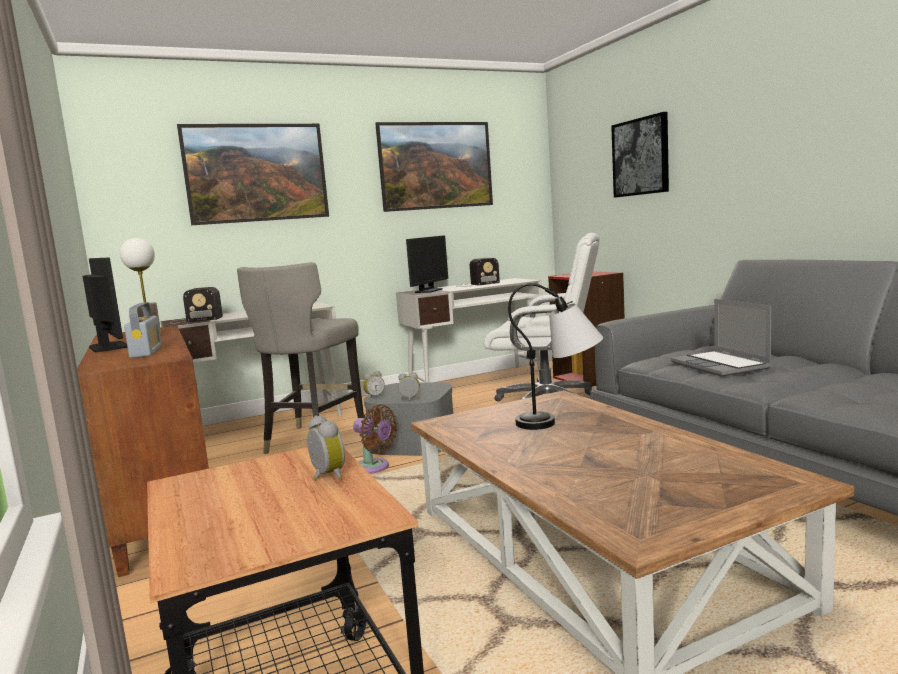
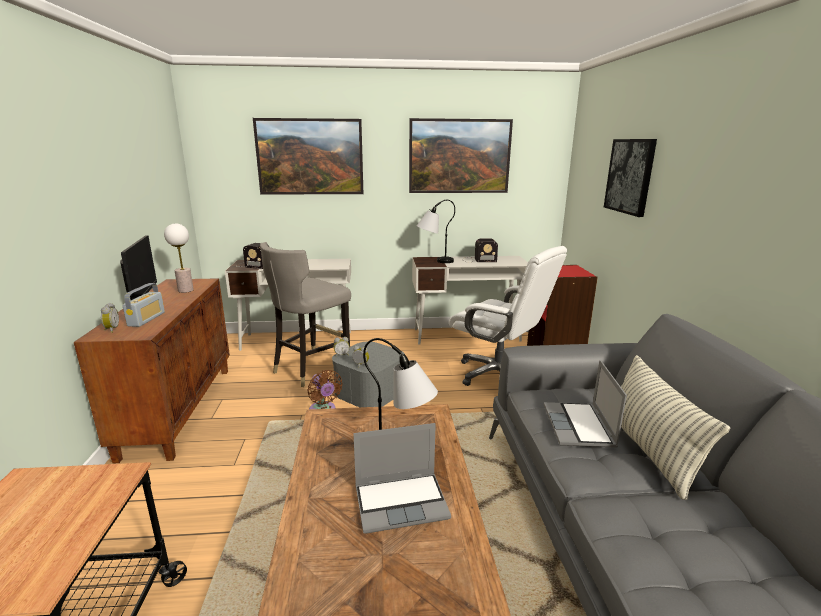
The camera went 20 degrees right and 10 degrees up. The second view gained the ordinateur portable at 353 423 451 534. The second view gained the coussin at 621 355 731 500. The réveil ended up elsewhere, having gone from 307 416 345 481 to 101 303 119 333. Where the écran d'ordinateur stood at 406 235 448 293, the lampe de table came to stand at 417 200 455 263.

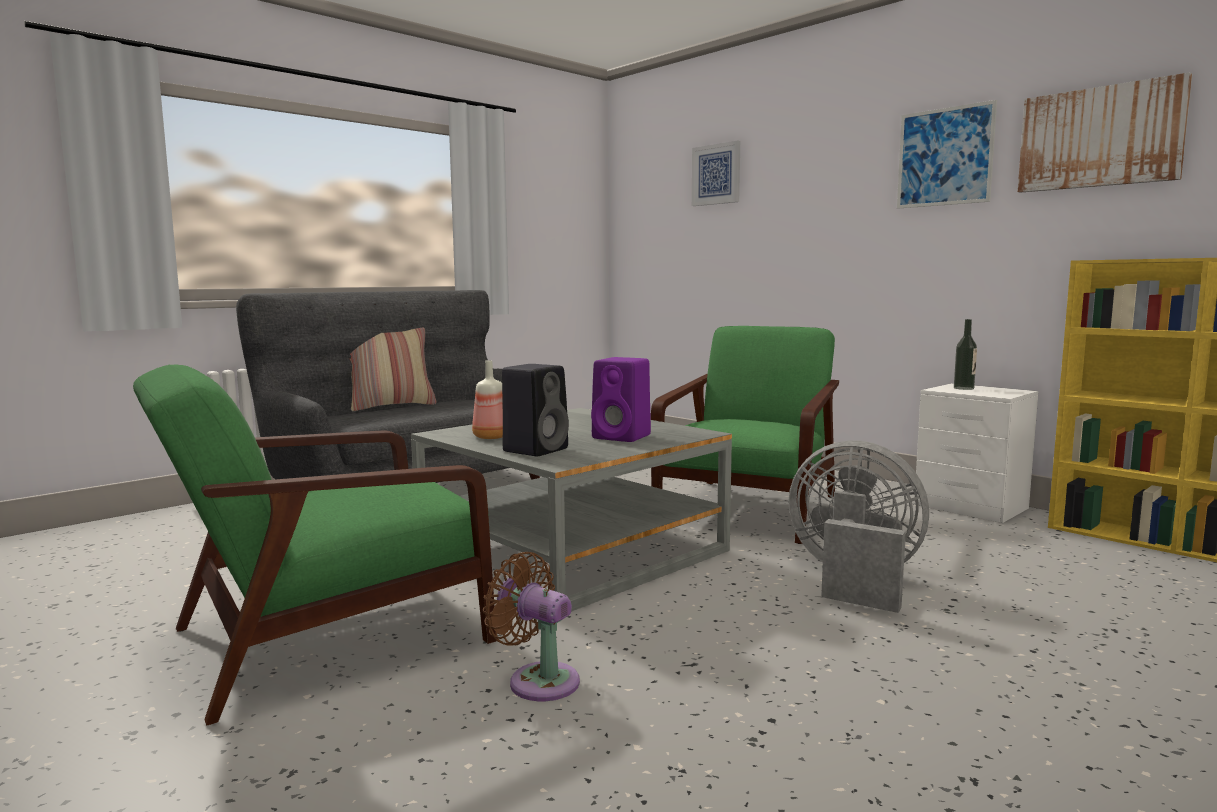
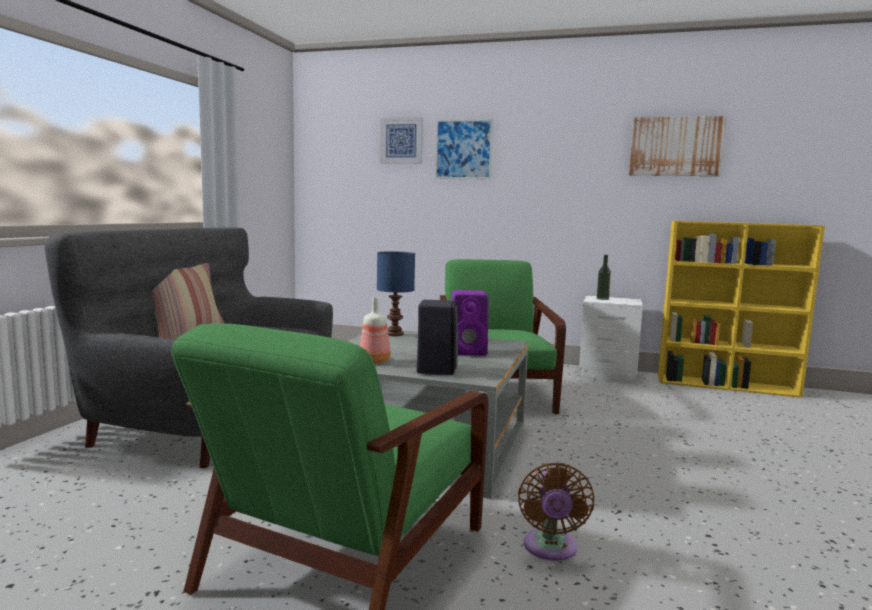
The camera went 30 degrees left and 0 degrees up. The second view lost the ventilateur (gris) at 789 441 929 613. The second view gained the lampe de table (bleu) at 377 251 415 336. The tableau ended up elsewhere, having gone from 897 100 997 209 to 435 119 493 180. The ventilateur (marron) at 483 552 580 701 ended up facing another way, 90 degrees counterclockwise from before.

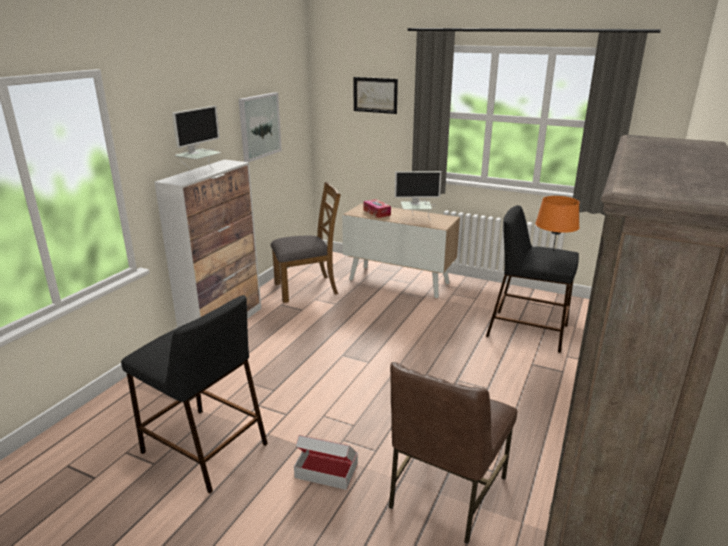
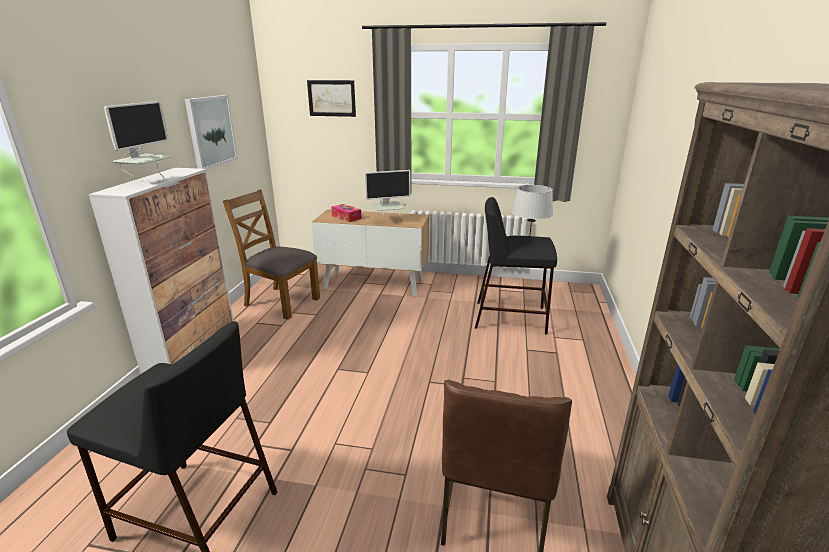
The camera went 15 degrees left and 0 degrees up. The second view lost the carton at 294 435 358 490. What was the lampe de table (orange) at 535 196 580 251 turned into the lampe de table (gris) at 512 185 553 238. The chaise (marron) at 270 182 341 303 ended up facing another way, 120 degrees counterclockwise from before.

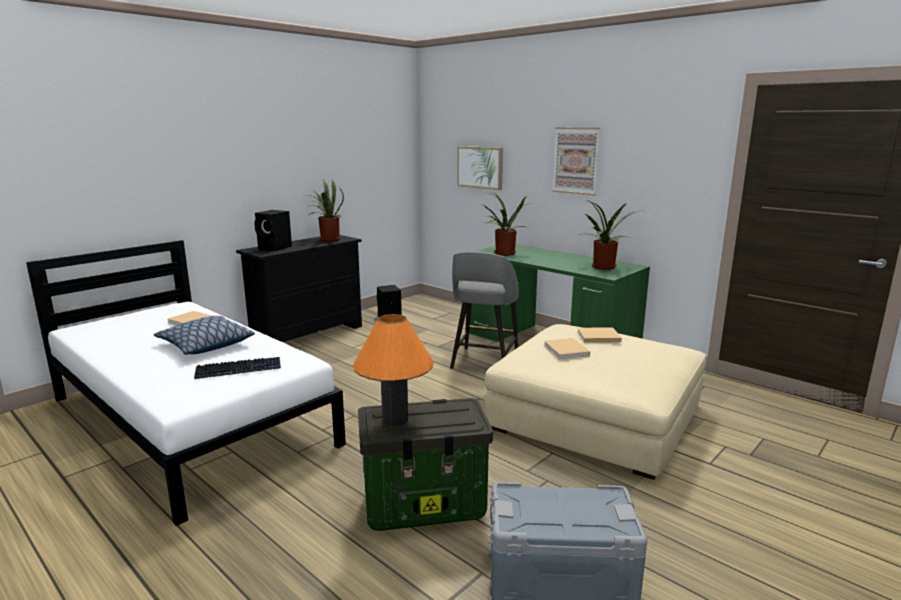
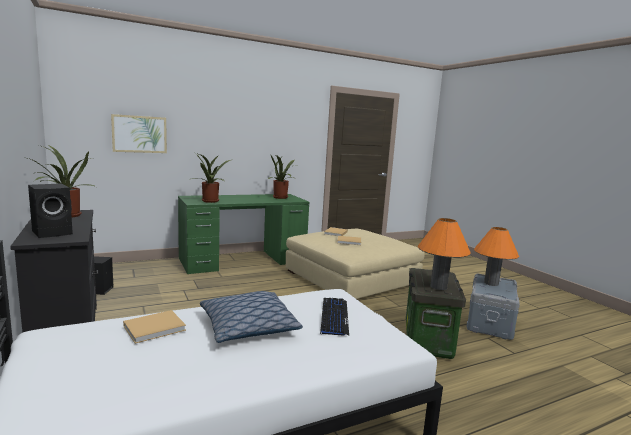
The camera went 70 degrees left and 5 degrees down. The second view lost the tabouret (gris) at 450 252 519 369. The second view lost the tableau at 552 128 600 195. The second view gained the lampe de table (orange) at 474 227 519 286.

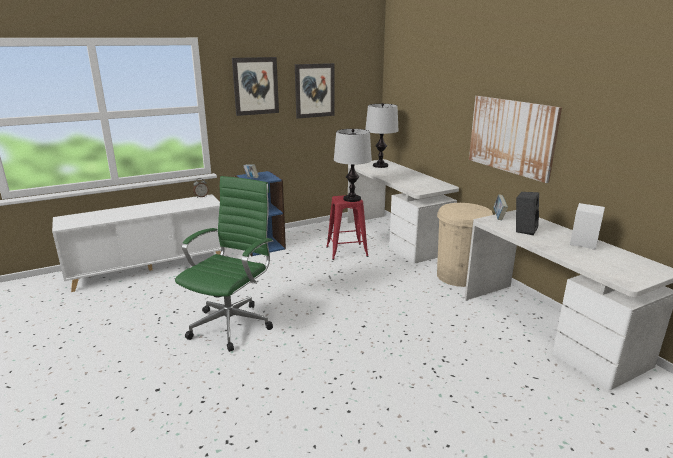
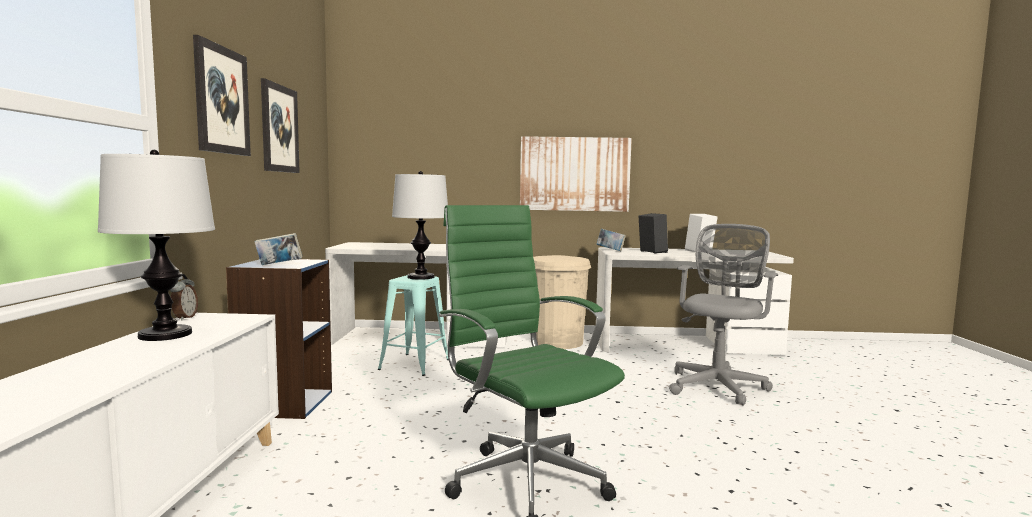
The camera went 60 degrees left and 15 degrees down. The second view gained the chaise de bureau (gris) at 669 224 778 406. The lampe de table ended up elsewhere, having gone from 365 103 399 168 to 98 150 215 341. What was the tabouret (rouge) at 326 195 369 260 turned into the tabouret (turquoise) at 378 275 448 376.

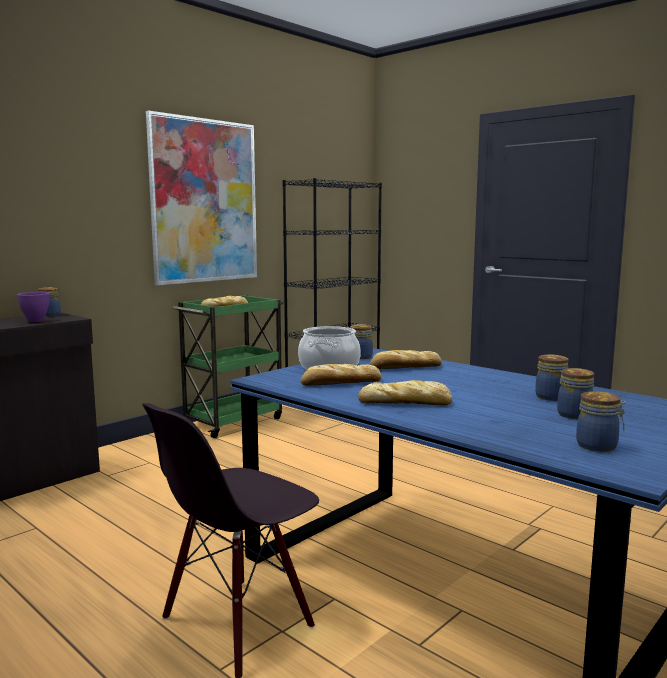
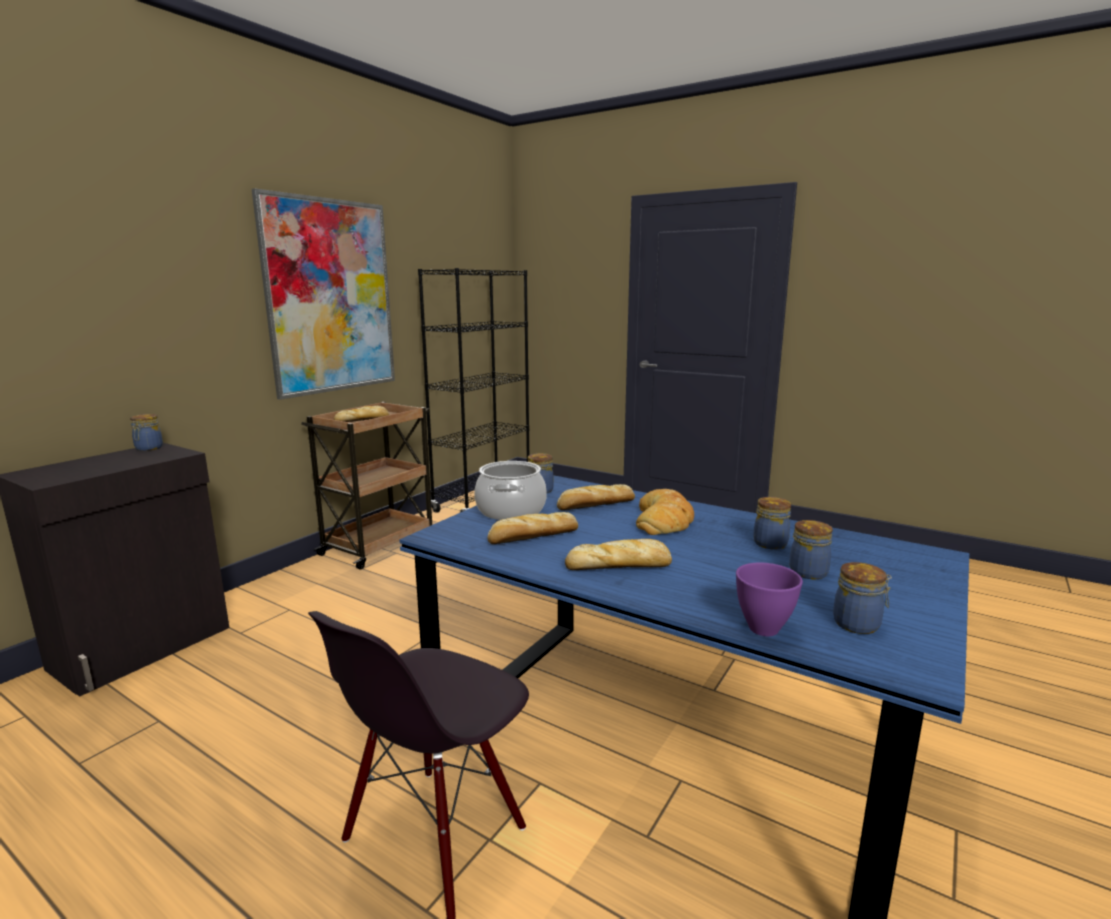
The camera went 10 degrees left and 5 degrees up. The second view gained the pain at 636 489 694 535. The bol (violet) ended up elsewhere, having gone from 17 292 50 322 to 736 563 803 636. What was the chariot (vert) at 173 295 284 438 turned into the chariot (marron) at 301 402 432 570.

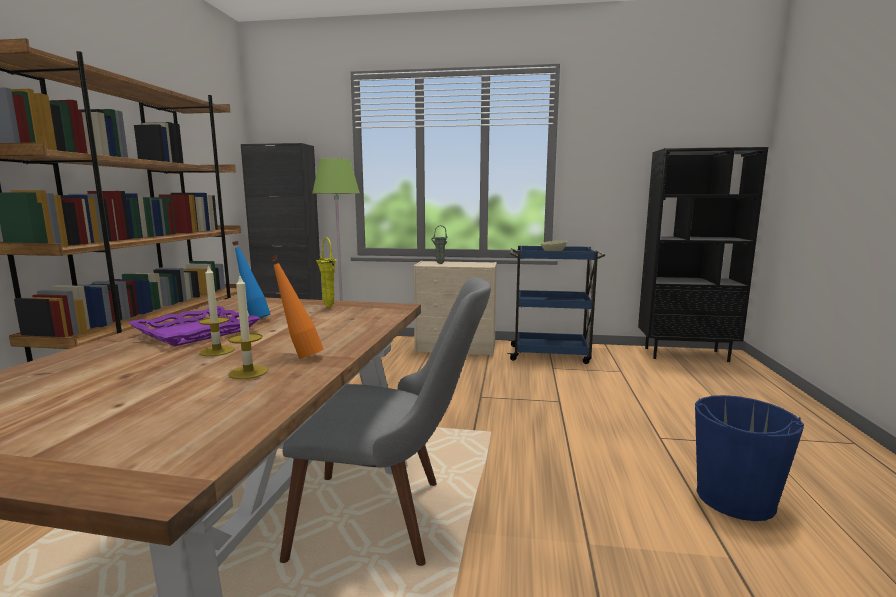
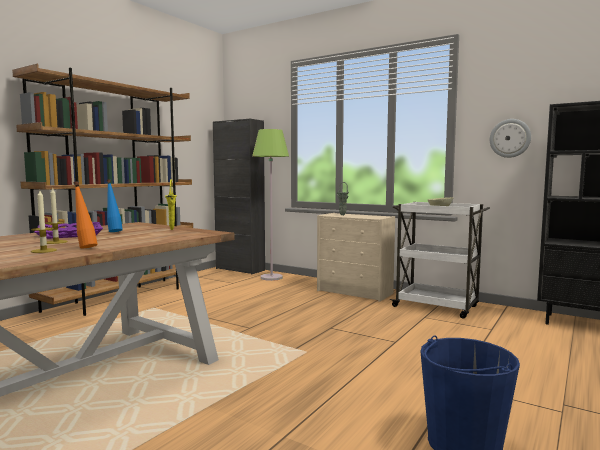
The camera went 25 degrees right and 5 degrees down. The second view lost the chaise (gris) at 280 278 491 566. The second view gained the horloge murale at 490 119 531 158. What was the chariot (bleu) at 507 246 605 364 turned into the chariot (blanc) at 390 202 490 319.

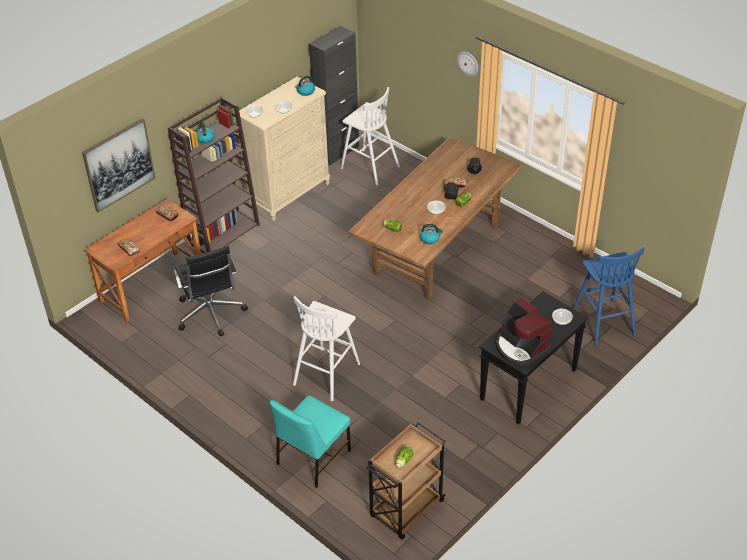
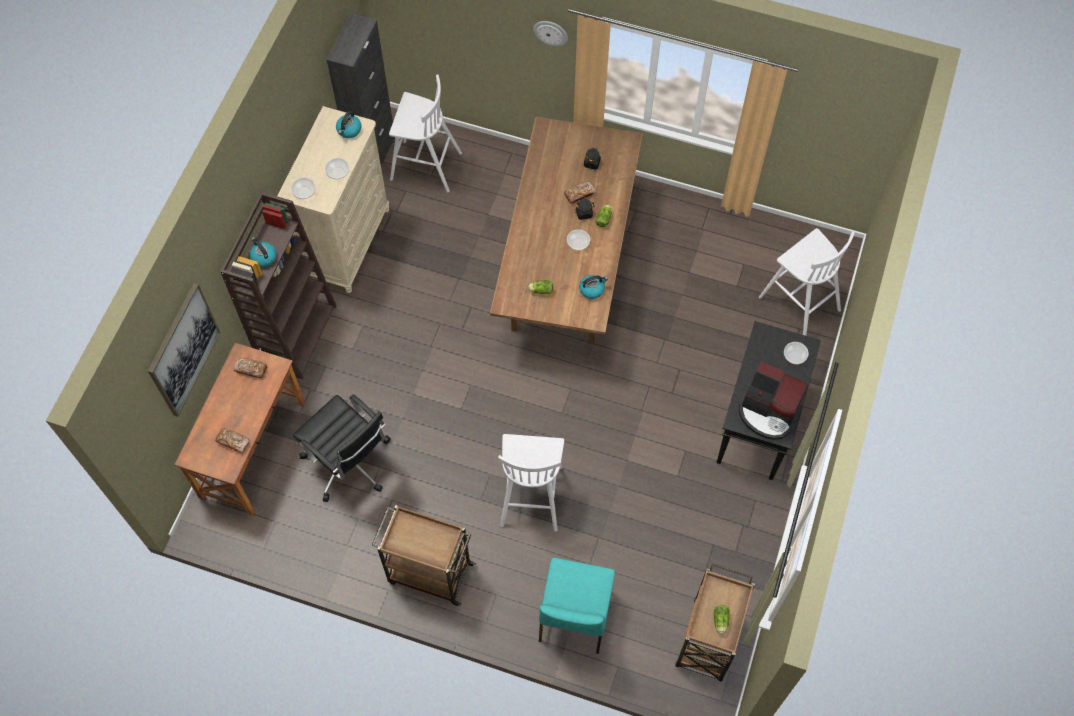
The camera went 25 degrees left and 20 degrees up. The second view gained the chariot (marron) at 372 505 476 606. What was the tabouret (bleu) at 573 247 645 346 turned into the tabouret (blanc) at 759 228 855 336.

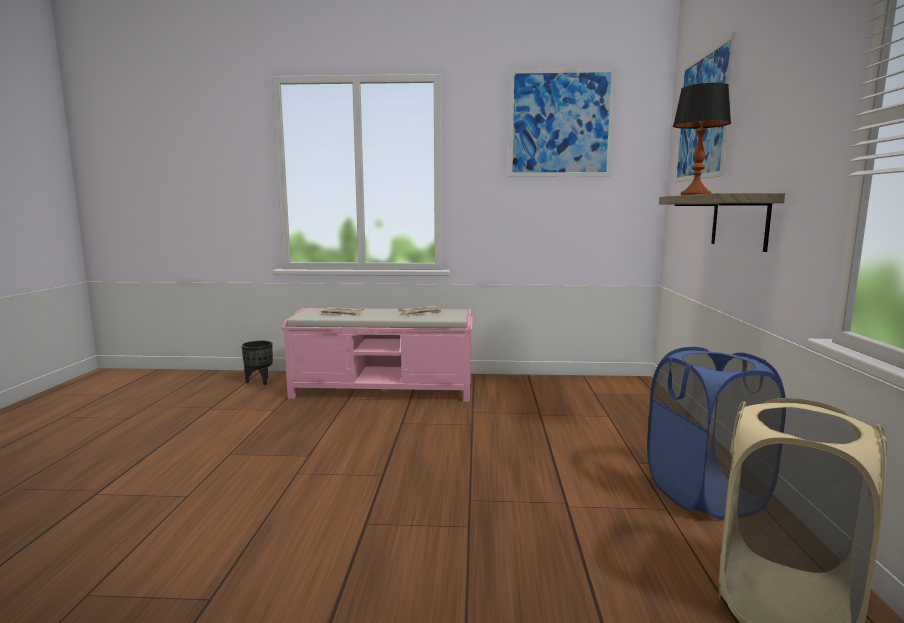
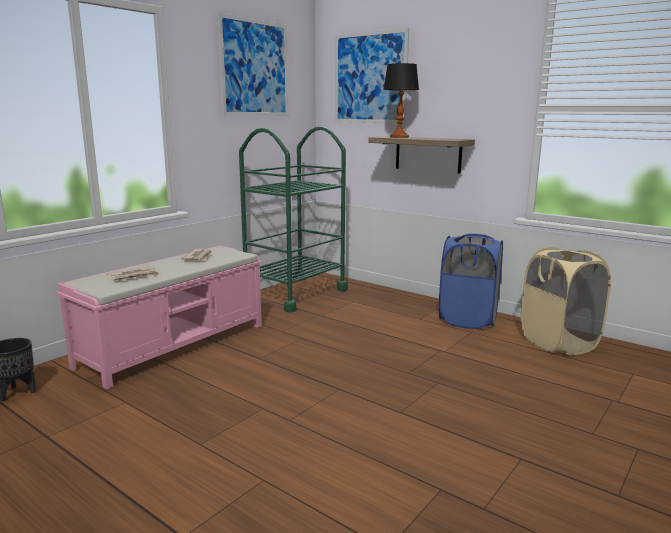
The camera went 55 degrees left and 5 degrees up. The second view gained the chariot (vert) at 239 126 348 313.

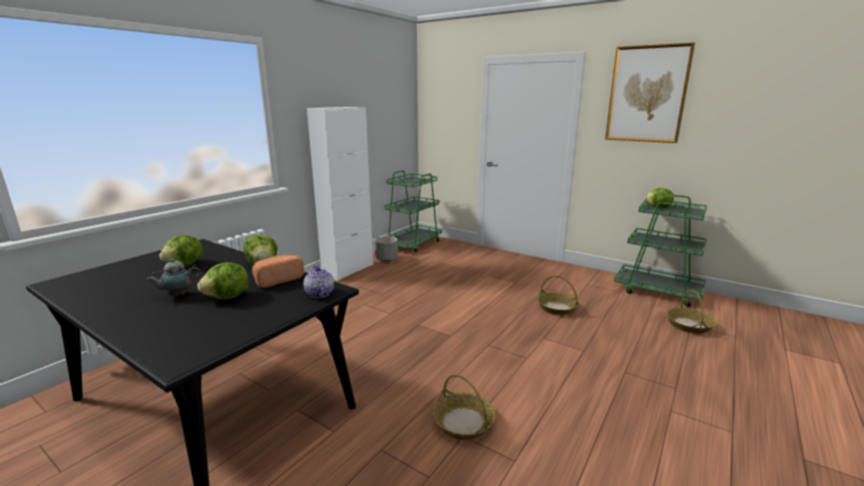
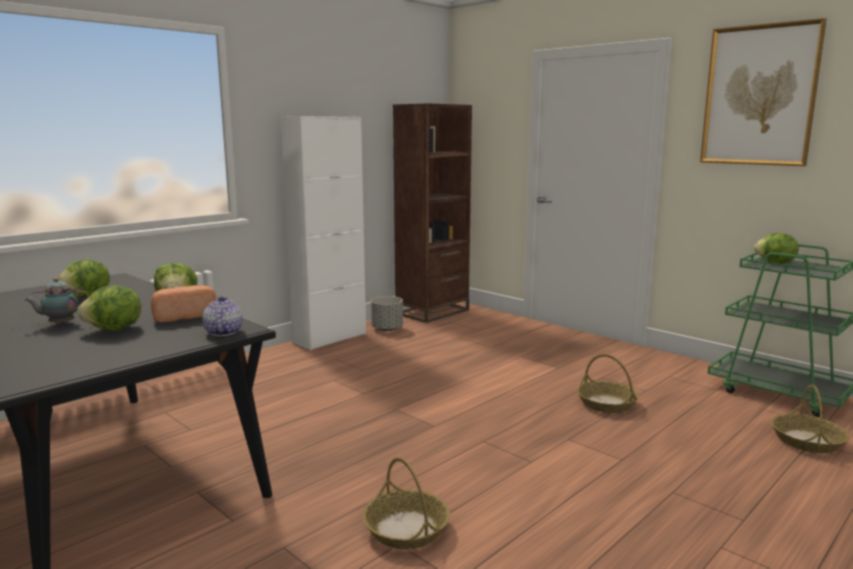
The camera went 10 degrees right and 5 degrees down. Where the chariot (vert) stood at 385 170 442 252, the bibliothèque (marron) came to stand at 393 103 472 323.

